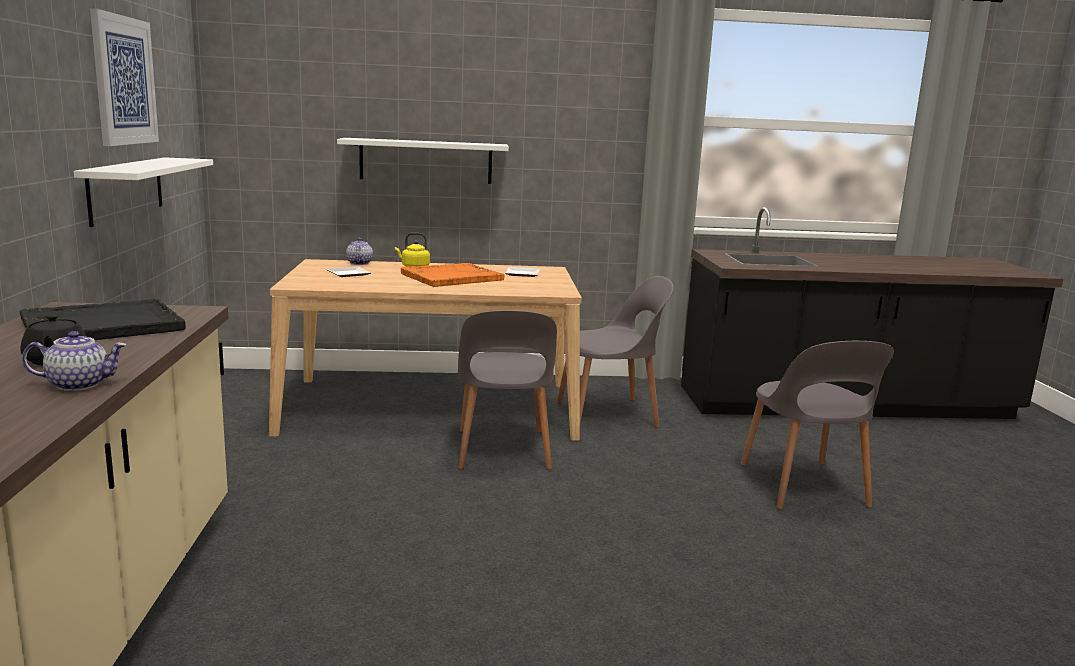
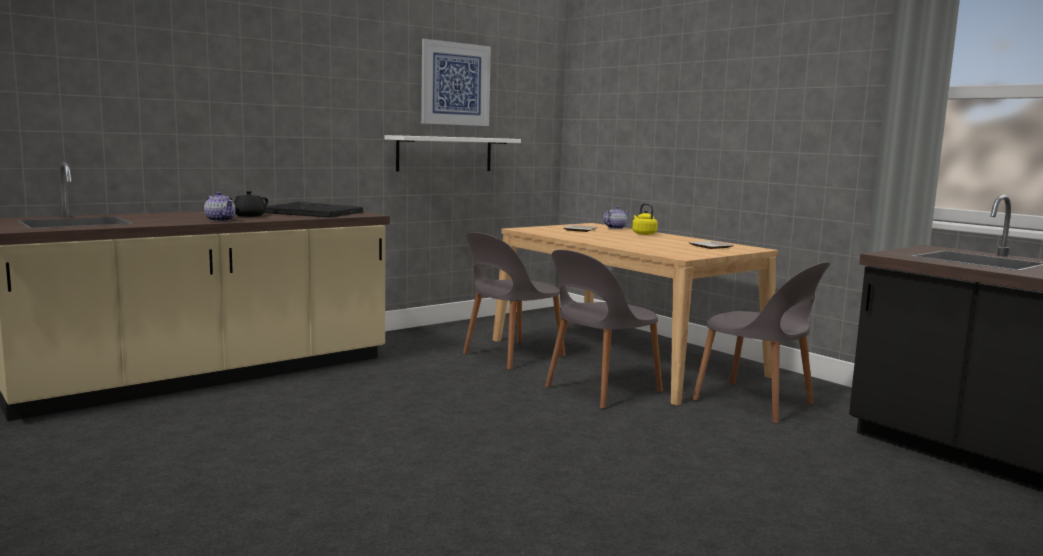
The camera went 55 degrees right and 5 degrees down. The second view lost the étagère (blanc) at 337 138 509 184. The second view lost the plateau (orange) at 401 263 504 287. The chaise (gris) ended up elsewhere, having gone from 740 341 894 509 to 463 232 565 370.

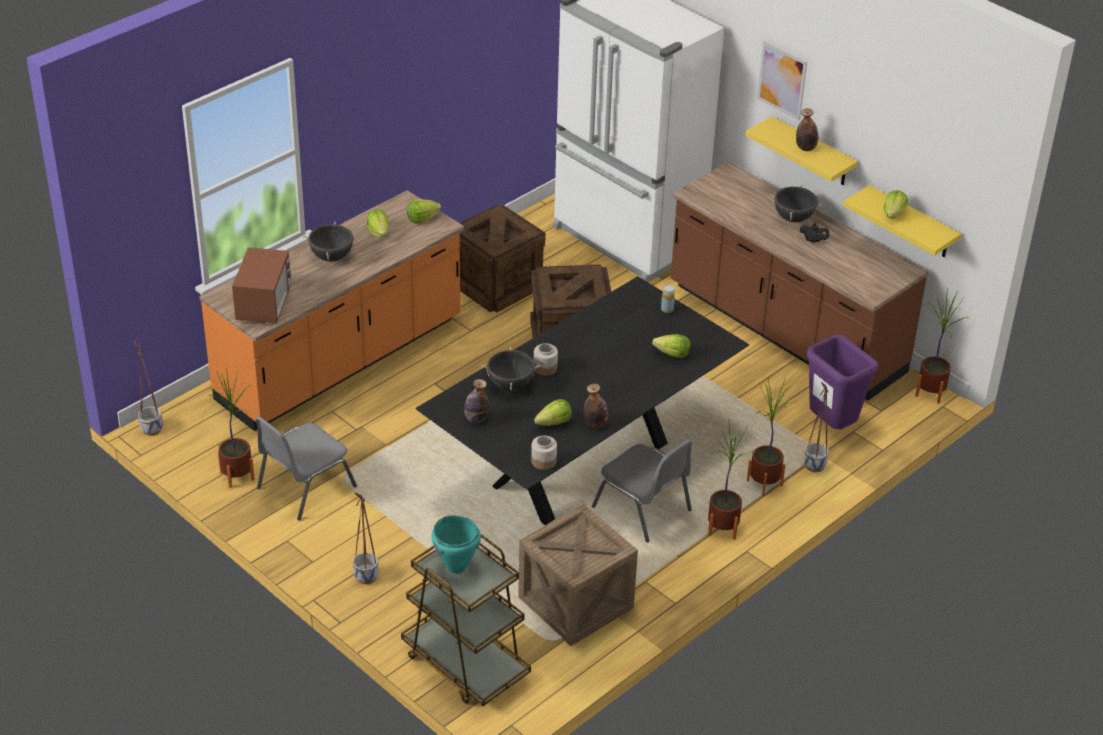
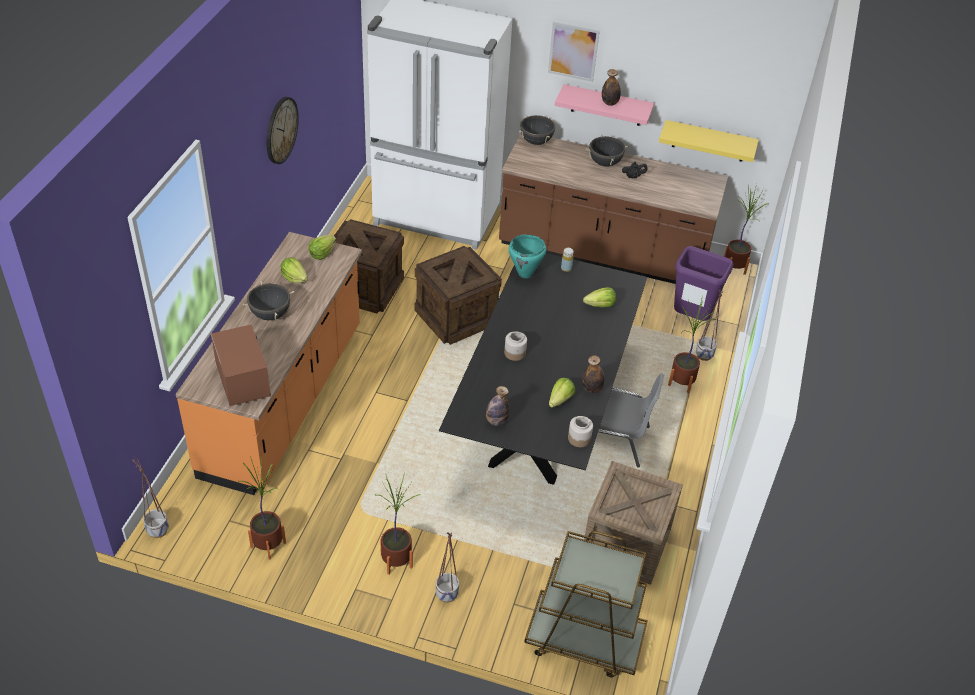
The camera went 30 degrees left and 5 degrees up. The second view lost the chaise (gris) at 255 416 357 521. The second view lost the laitue at 884 190 908 218. The second view gained the horloge murale at 266 97 299 164. The marmite (turquoise) ended up elsewhere, having gone from 431 515 481 574 to 509 234 546 278. The marmite (noir) ended up elsewhere, having gone from 481 347 541 391 to 519 115 556 145. The plante en pot ended up elsewhere, having gone from 708 425 756 540 to 377 472 420 575. What was the étagère (jaune) at 745 116 858 185 turned into the étagère (rose) at 555 84 654 126.

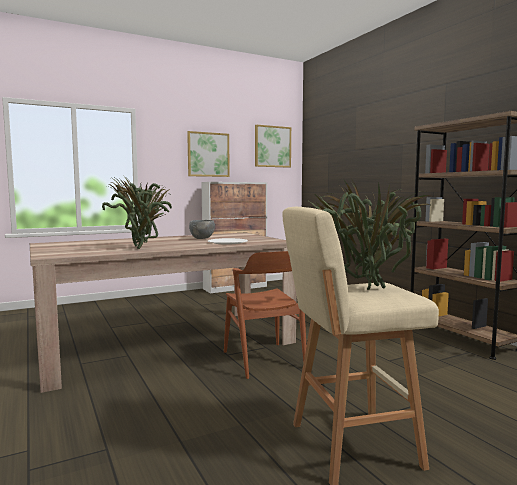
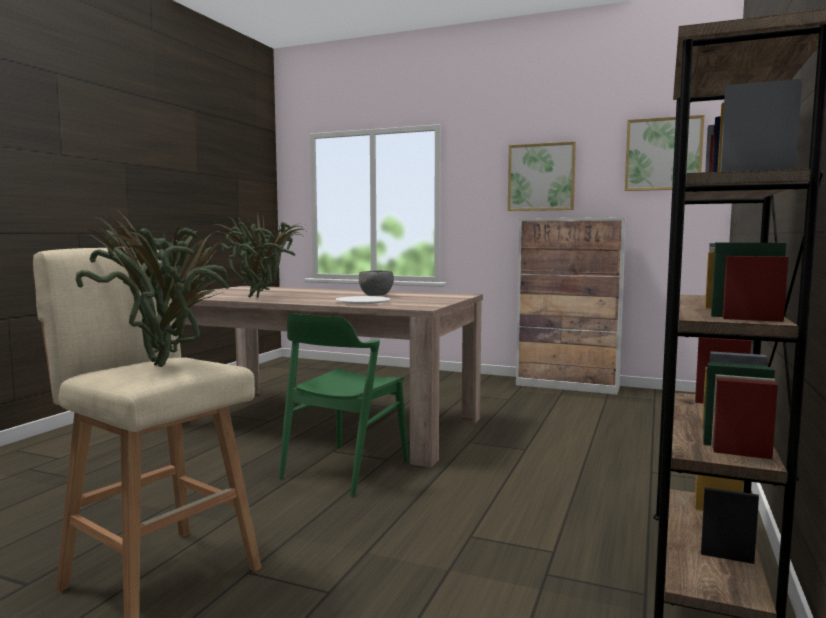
The camera went 50 degrees right and 0 degrees up. What was the chaise (marron) at 224 251 306 379 turned into the chaise (vert) at 279 313 409 497.

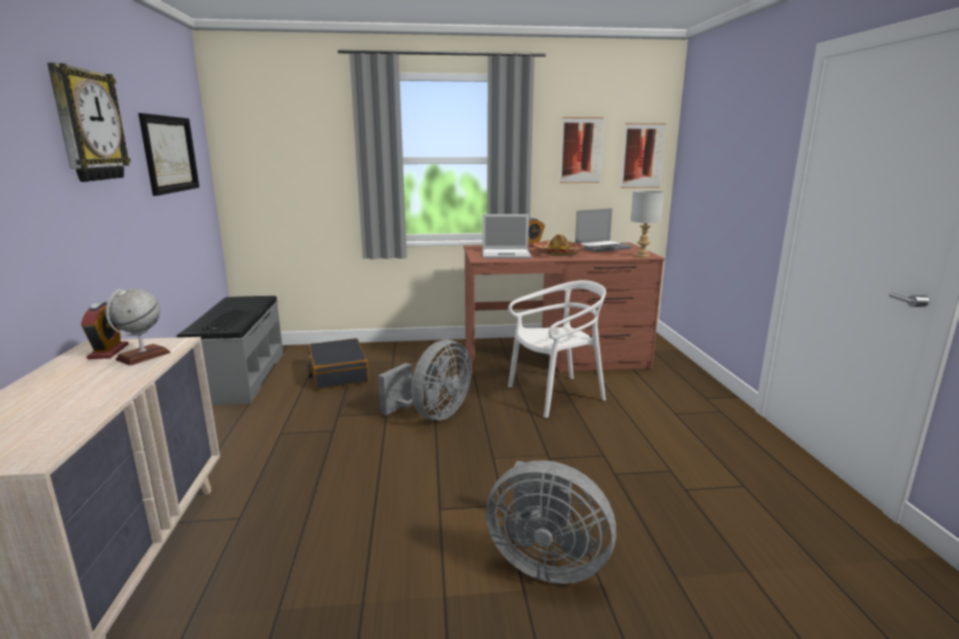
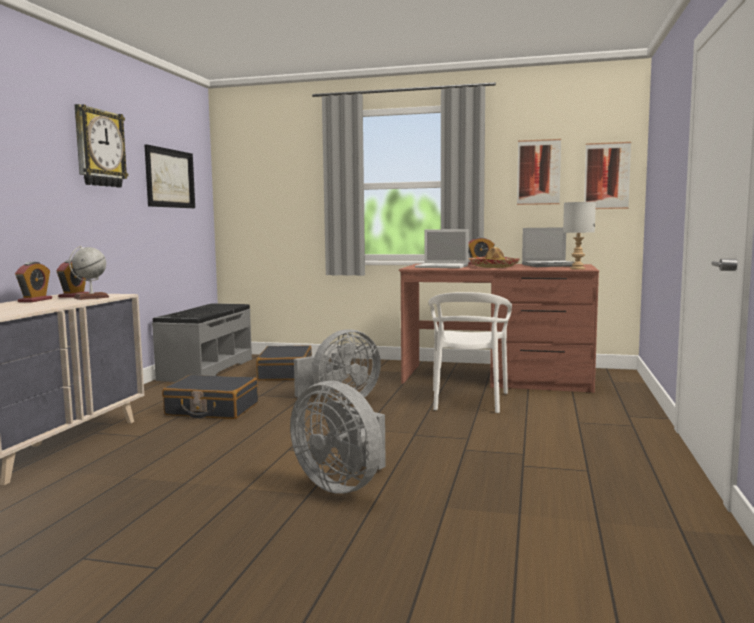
The camera went 20 degrees right and 10 degrees down. The second view gained the réveil at 15 262 52 302. The second view gained the valise (noir) at 162 375 258 419. The chaise (blanc) at 508 280 606 418 ended up facing another way, 105 degrees clockwise from before.

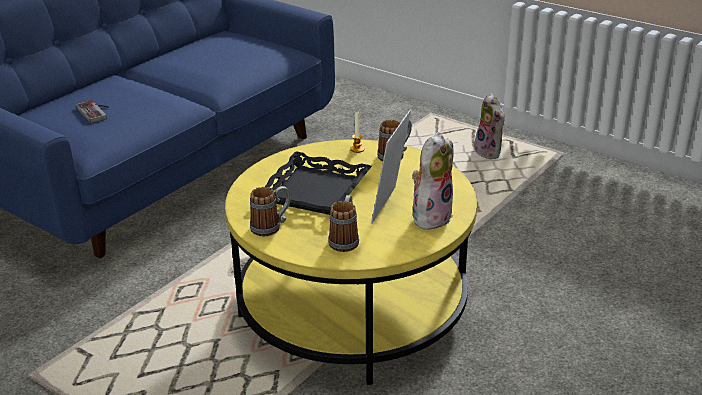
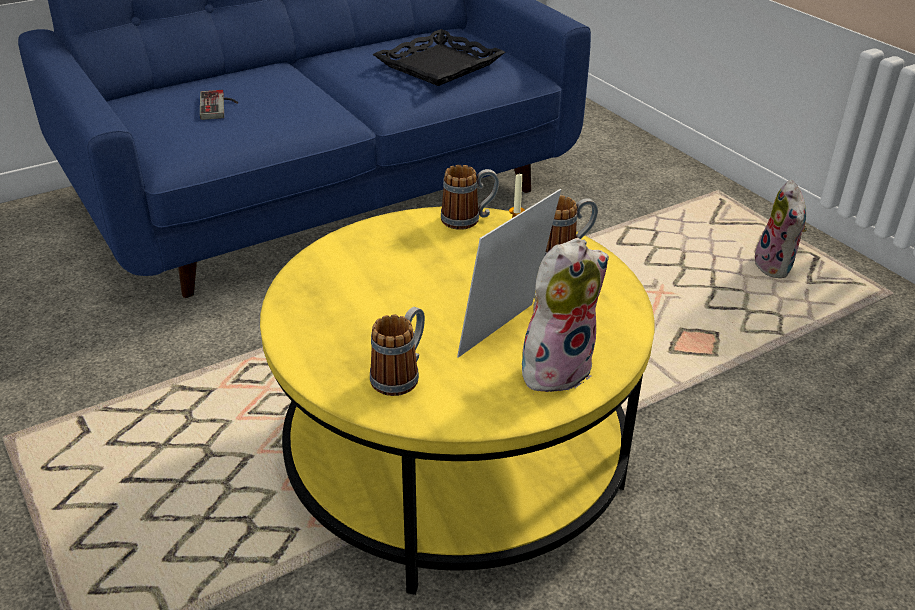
The camera went 20 degrees right and 5 degrees up. The mug ended up elsewhere, having gone from 250 186 291 236 to 441 165 499 230. The plateau (noir) ended up elsewhere, having gone from 265 151 372 215 to 373 29 505 86.

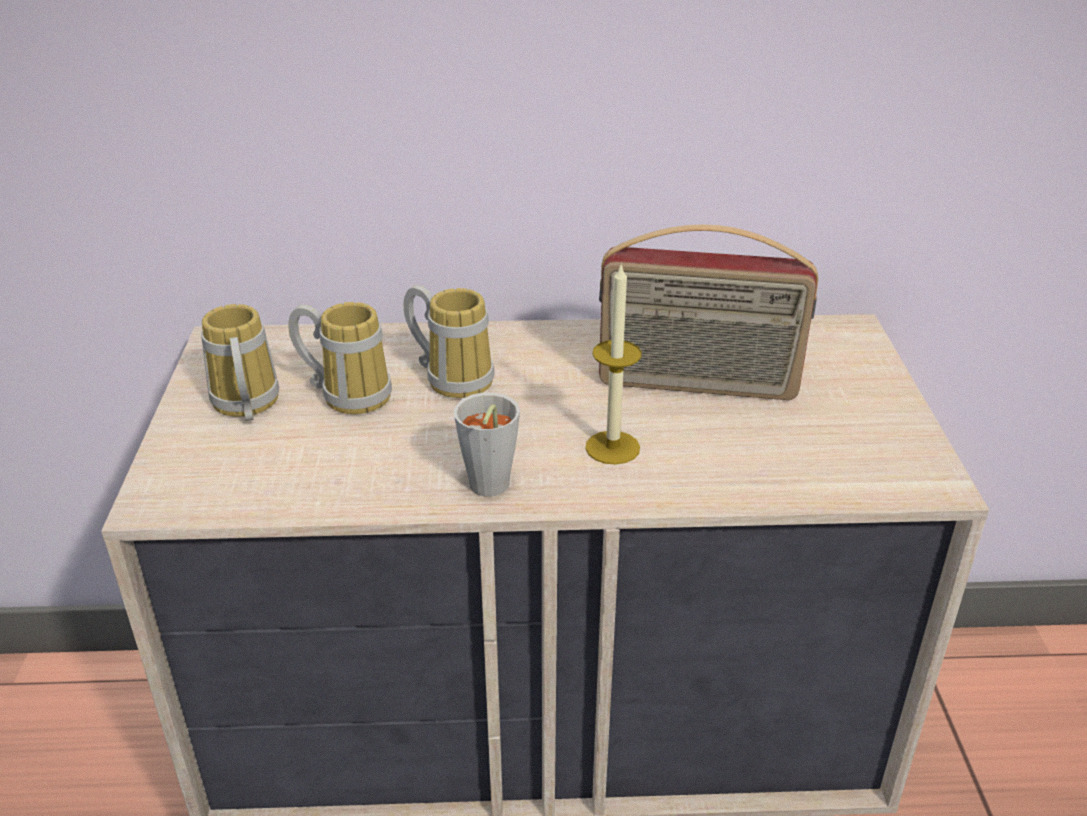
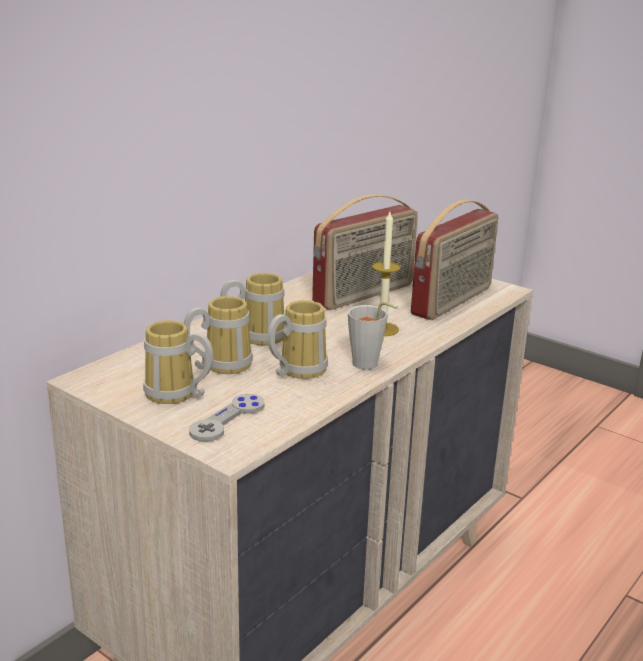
The camera went 50 degrees left and 10 degrees down. The second view gained the manette (gris) at 189 394 264 442. The second view gained the mug at 268 300 328 379. The second view gained the radio at 411 200 498 320.

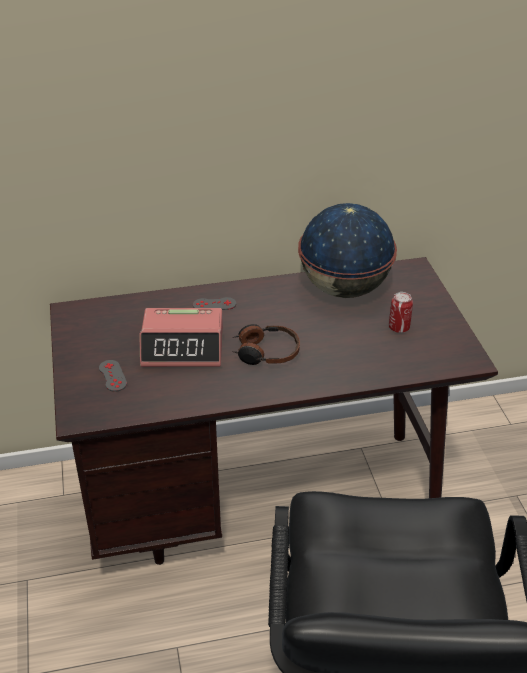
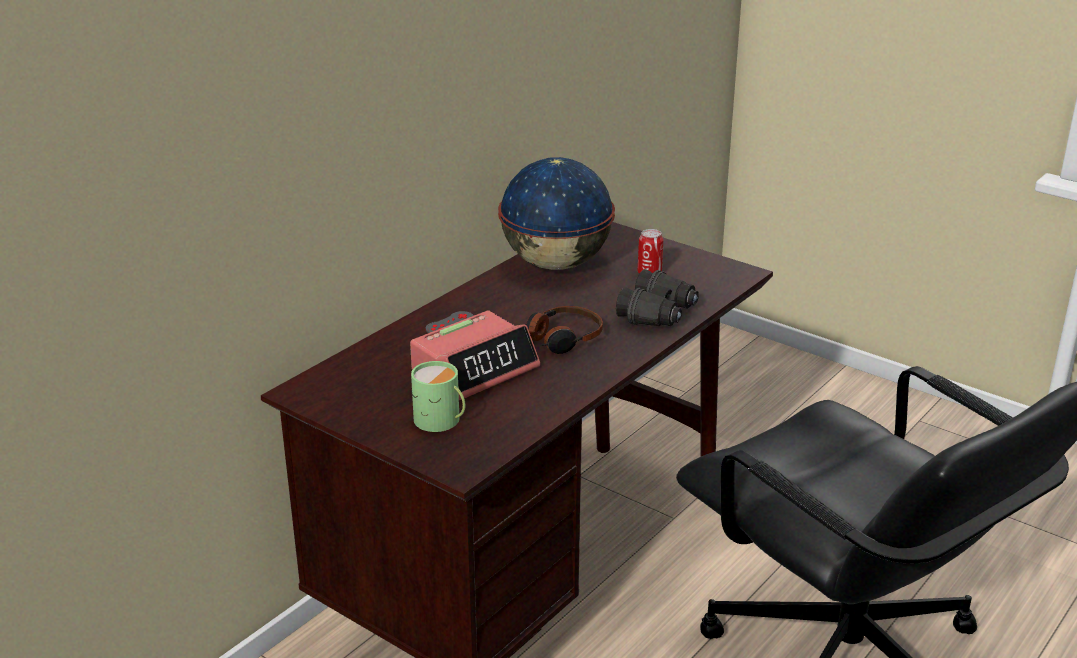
The camera went 40 degrees left and 10 degrees down. The second view gained the jumelles (noir) at 616 269 699 326. Where the manette (gris) stood at 99 360 127 392, the mug (vert) came to stand at 411 361 466 432.

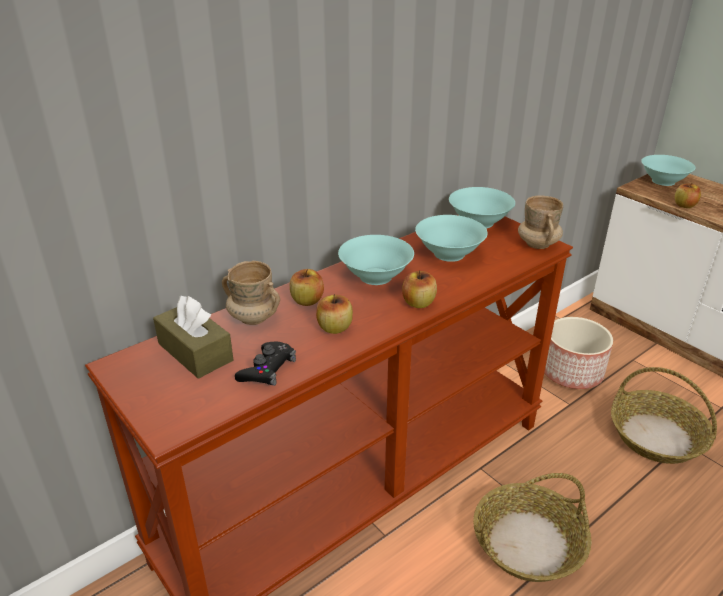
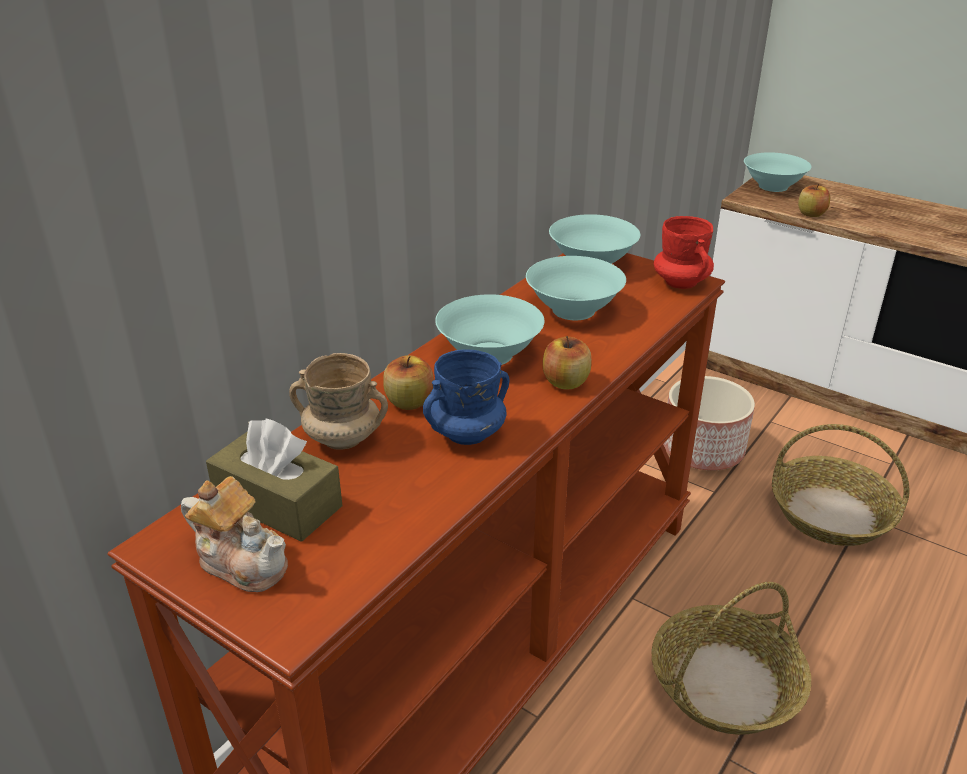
The camera went 15 degrees left and 0 degrees up. The second view lost the manette (noir) at 235 342 296 386. The second view gained the théière at 181 476 288 592. Where the pomme stood at 316 294 353 334, the mug (bleu) came to stand at 423 349 510 445. What was the mug (beige) at 518 195 563 249 turned into the mug (rouge) at 654 216 714 289.

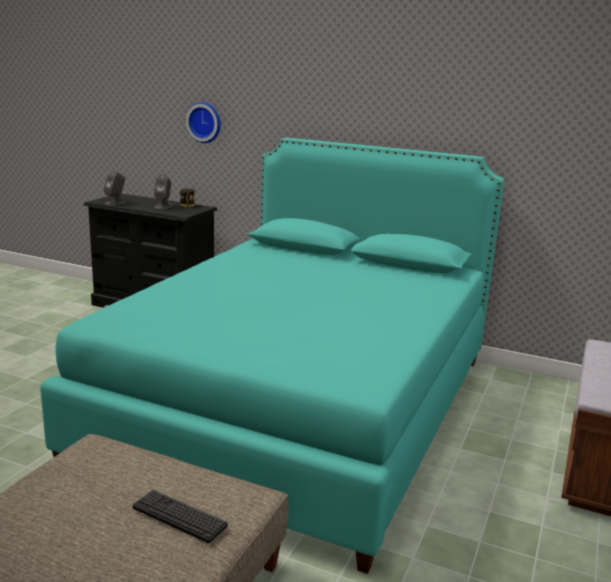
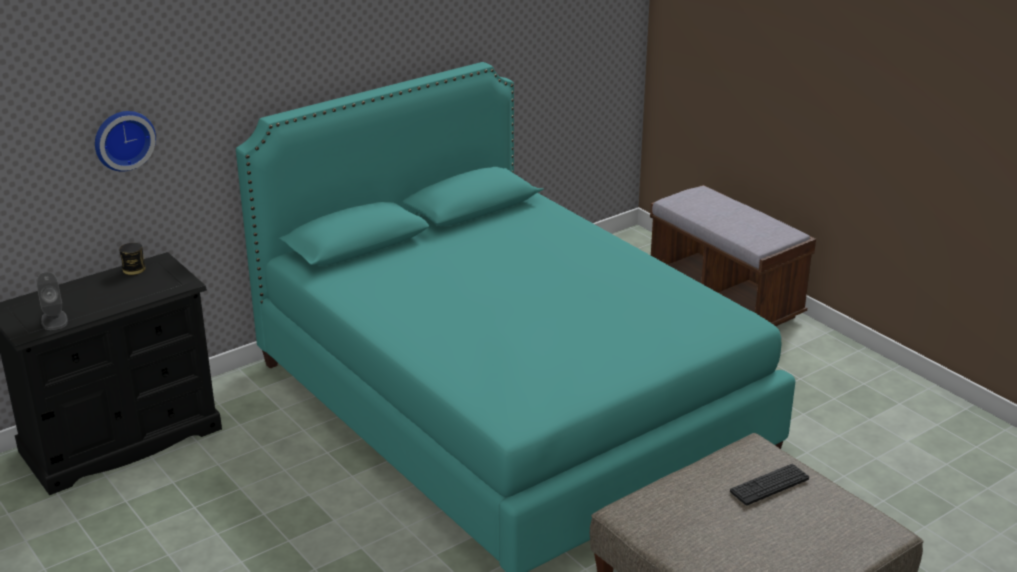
The camera went 60 degrees left and 10 degrees up. The second view lost the enceinte (gris) at 154 174 173 209.

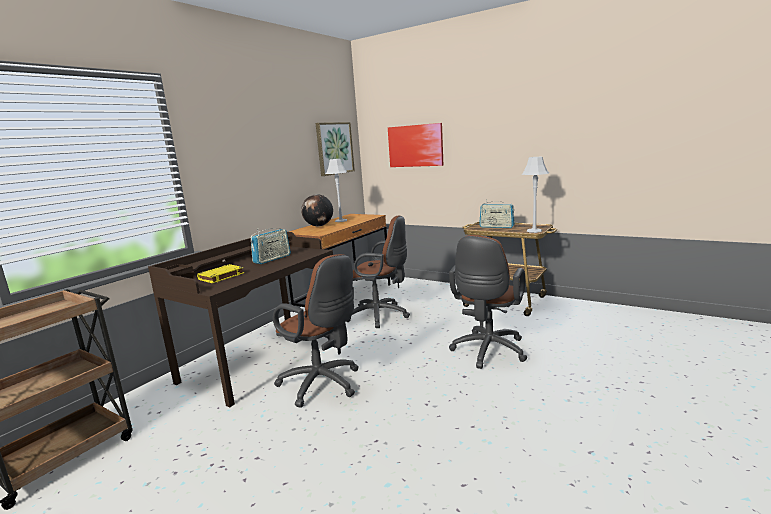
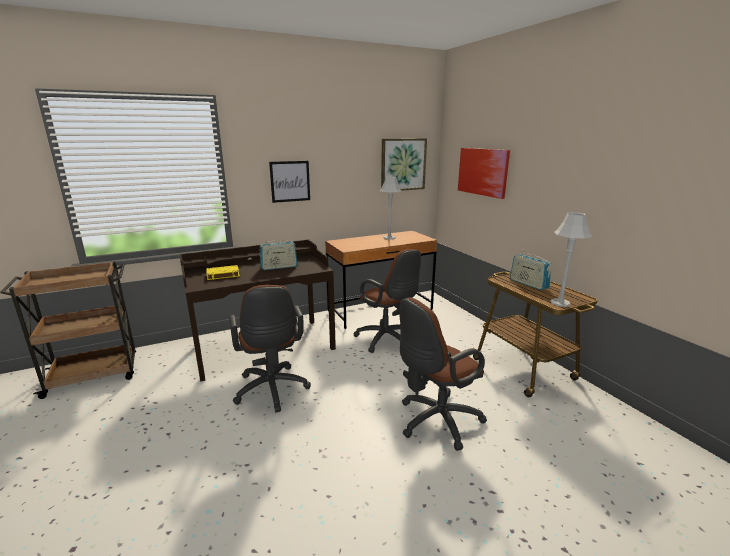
The camera went 30 degrees right and 5 degrees up. The second view lost the globe at 301 194 333 226. The second view gained the tableau at 269 161 310 203.

